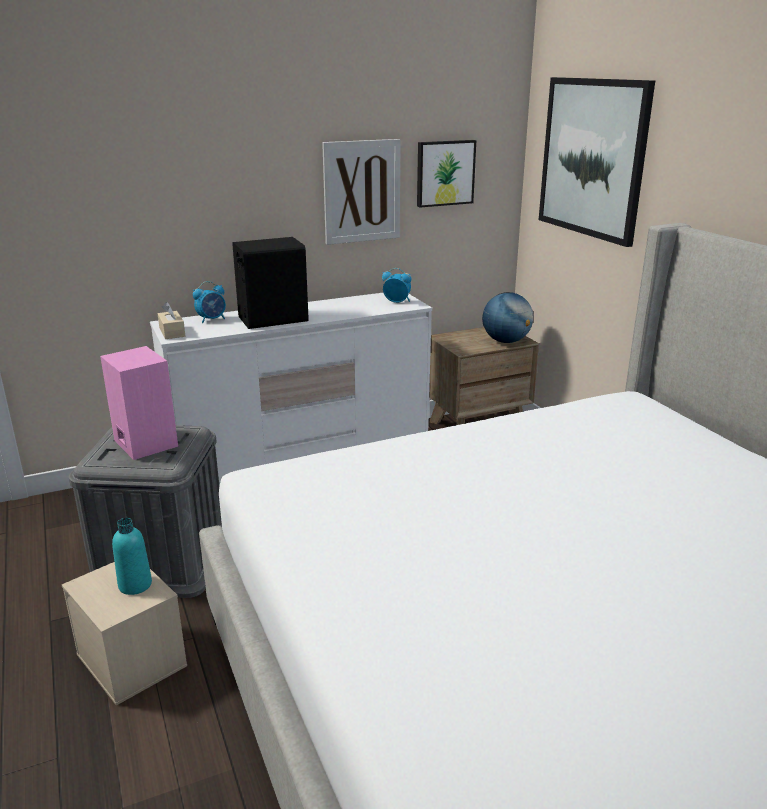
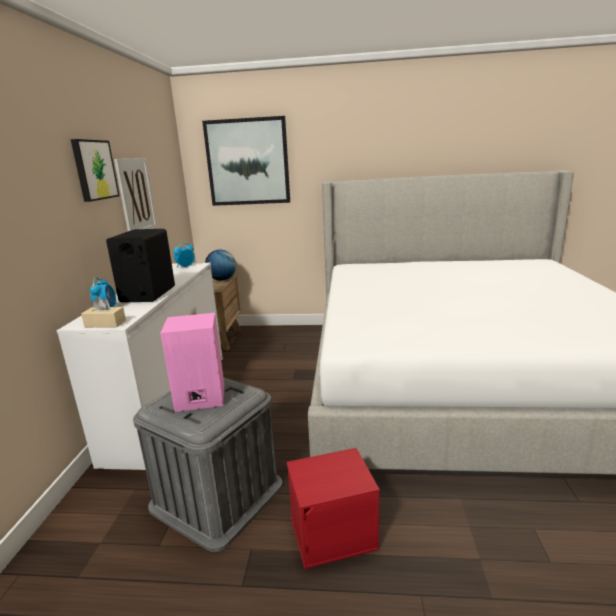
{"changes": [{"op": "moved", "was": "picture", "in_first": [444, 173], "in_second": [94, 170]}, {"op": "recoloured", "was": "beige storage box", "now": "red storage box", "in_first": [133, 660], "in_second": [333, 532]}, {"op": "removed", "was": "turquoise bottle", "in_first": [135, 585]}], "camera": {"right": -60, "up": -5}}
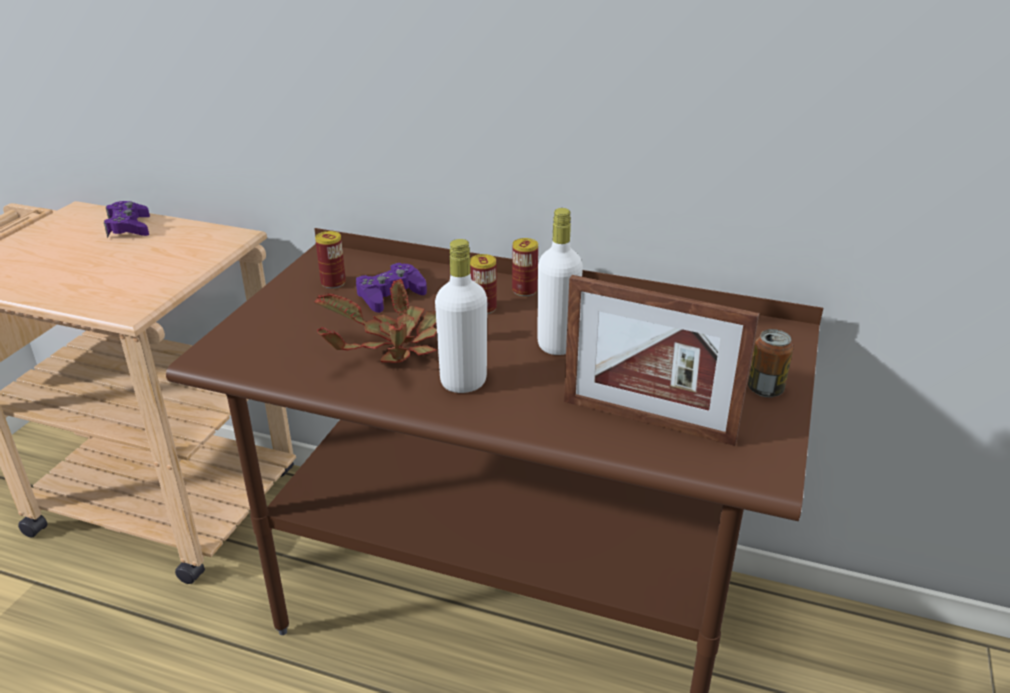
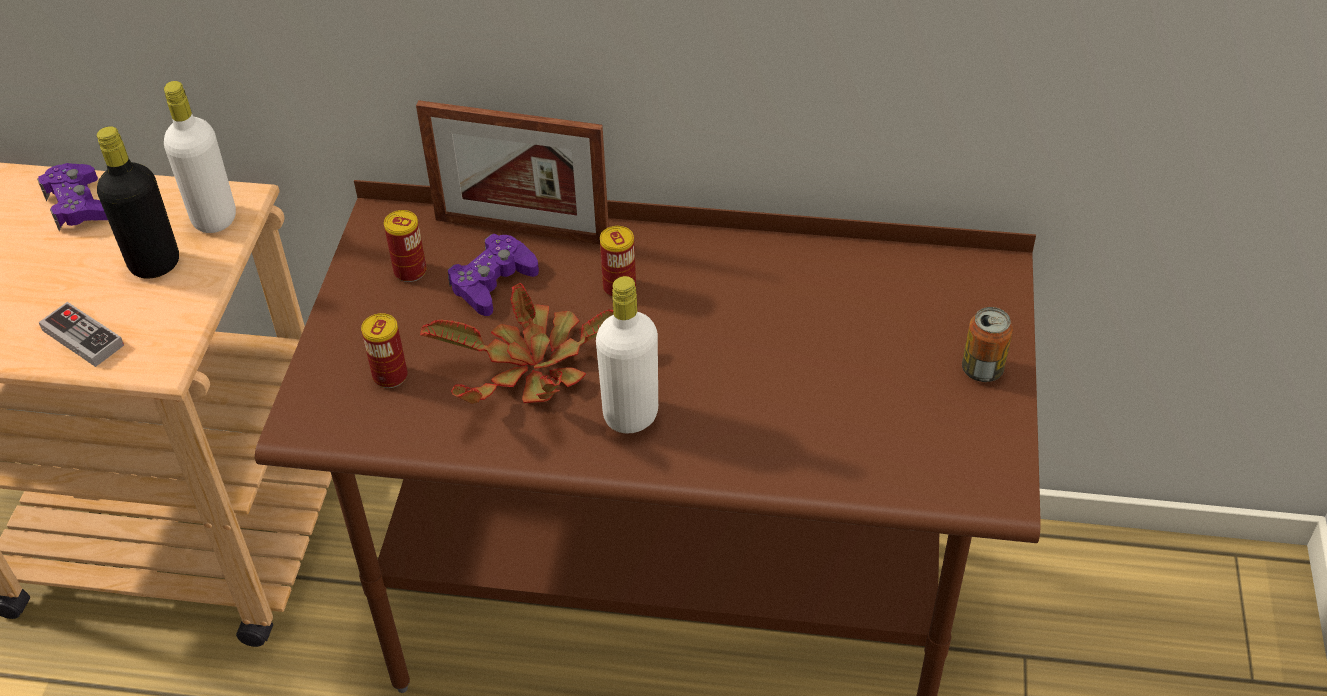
{"changes": [{"op": "added", "now": "game controller", "in_second": [83, 338]}, {"op": "added", "now": "black bottle", "in_second": [155, 264]}, {"op": "moved", "was": "white bottle", "in_first": [557, 345], "in_second": [214, 218]}, {"op": "moved", "was": "can", "in_first": [524, 290], "in_second": [390, 376]}, {"op": "moved", "was": "picture frame", "in_first": [647, 421], "in_second": [522, 230]}], "camera": {"right": -10, "up": 15}}
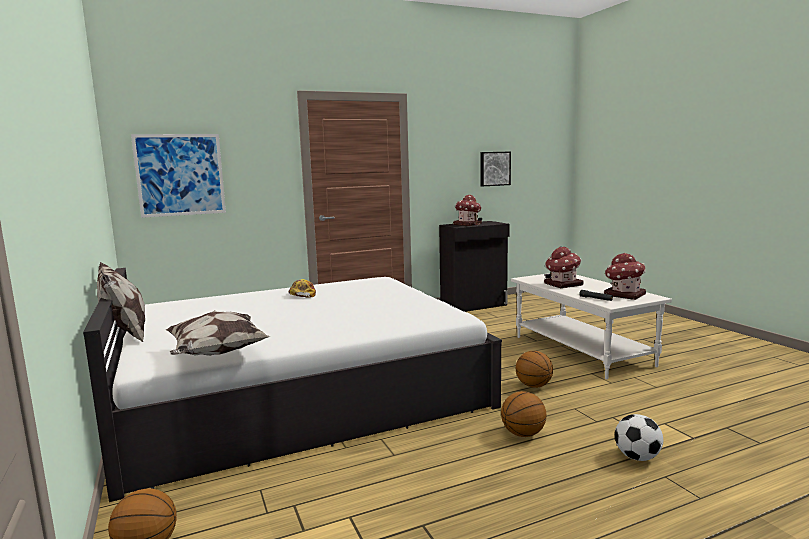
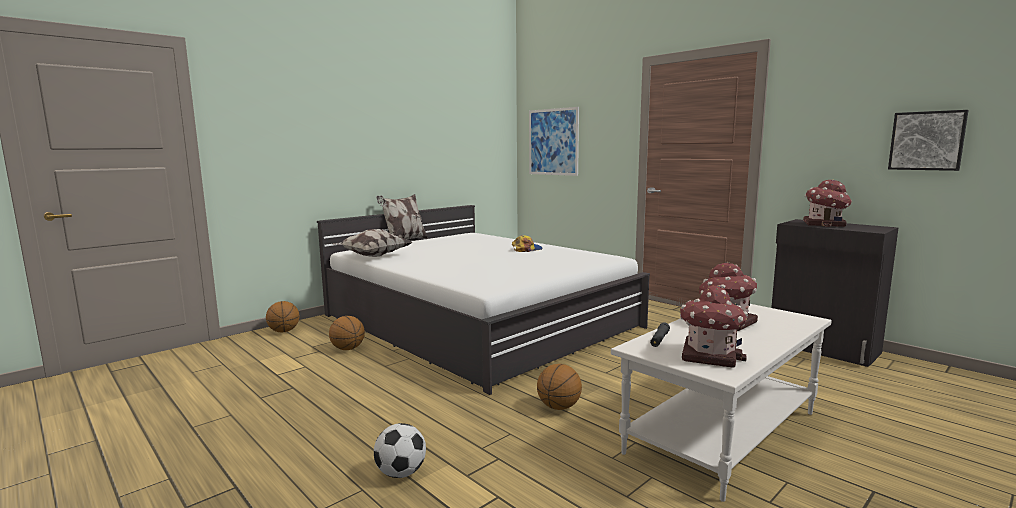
{"changes": [{"op": "moved", "was": "basketball", "in_first": [522, 434], "in_second": [348, 349]}], "camera": {"right": 70, "up": 0}}
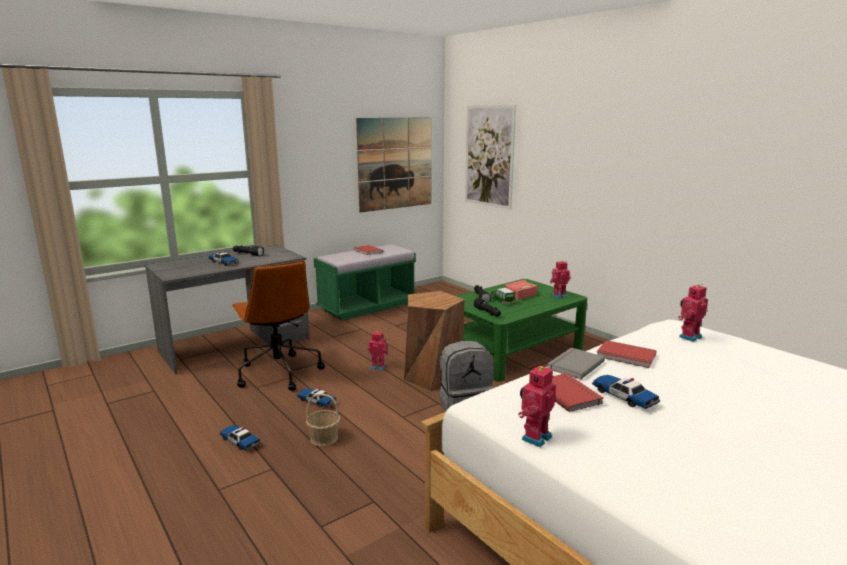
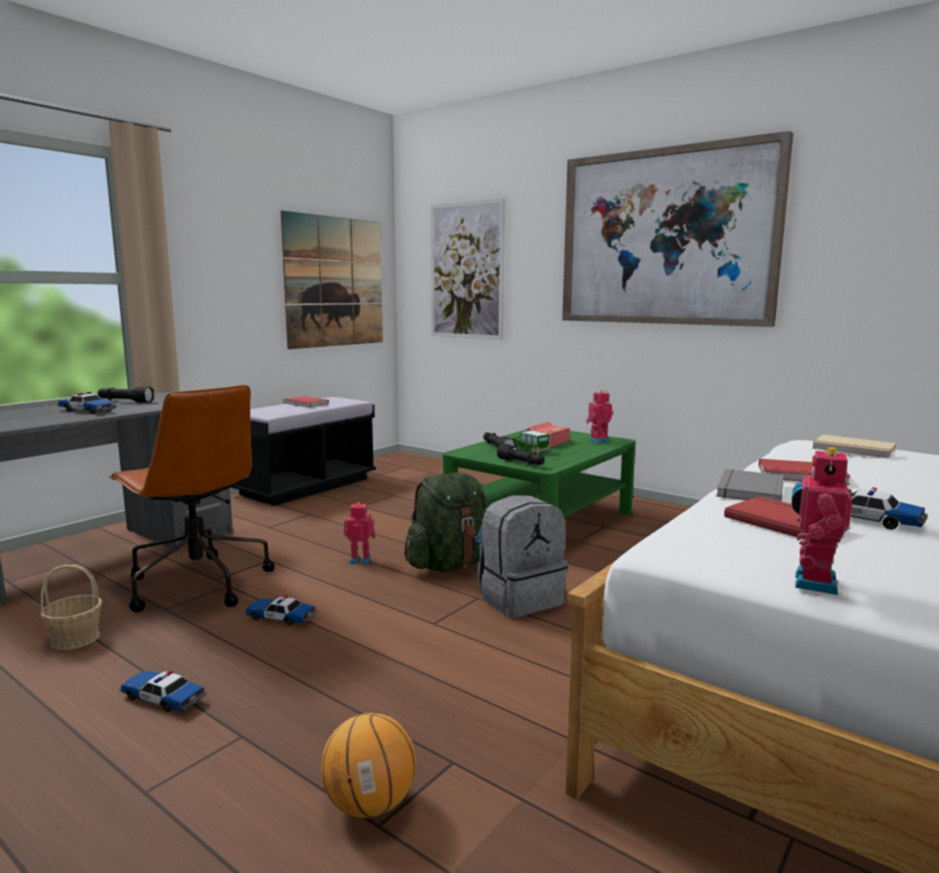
{"changes": [{"op": "moved", "was": "basket", "in_first": [324, 438], "in_second": [75, 638]}, {"op": "recoloured", "was": "green bench", "now": "black bench", "in_first": [367, 306], "in_second": [305, 486]}, {"op": "added", "now": "basketball", "in_second": [370, 804]}, {"op": "replaced", "was": "brown stool", "now": "green backpack", "in_first": [433, 377], "in_second": [450, 565]}, {"op": "added", "now": "picture", "in_second": [666, 238]}, {"op": "replaced", "was": "toy robot", "now": "beige book", "in_first": [689, 337], "in_second": [853, 450]}], "camera": {"right": -15, "up": -5}}
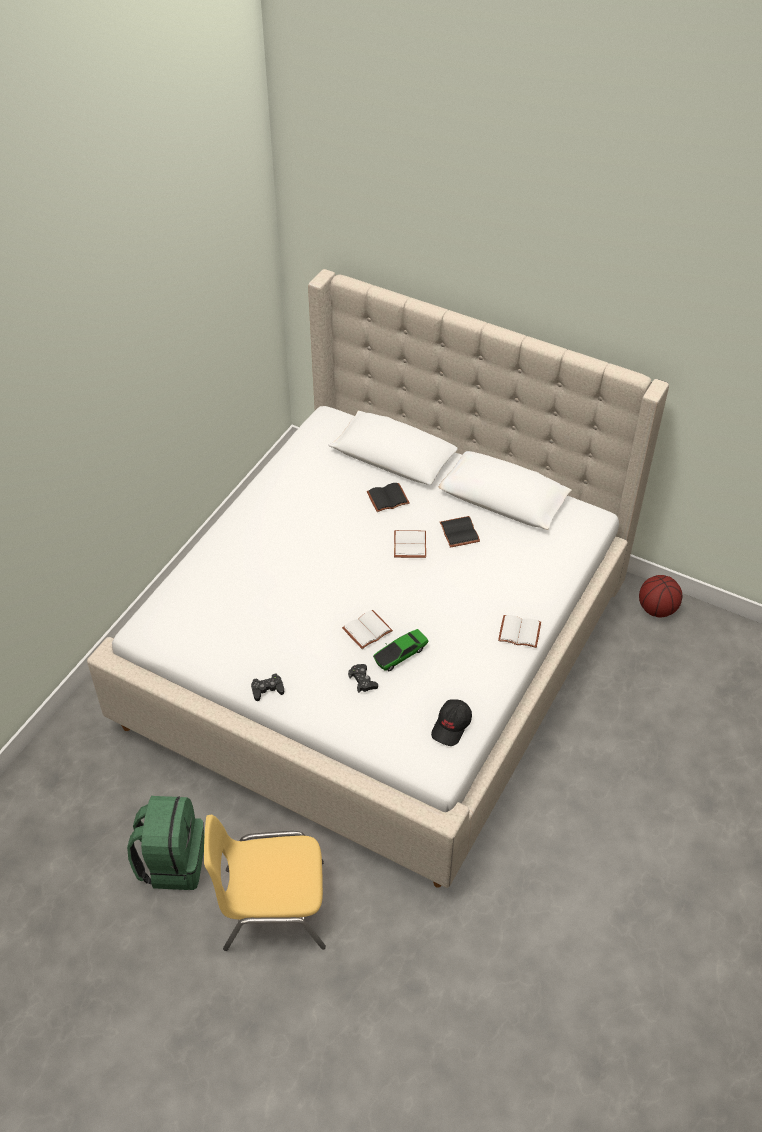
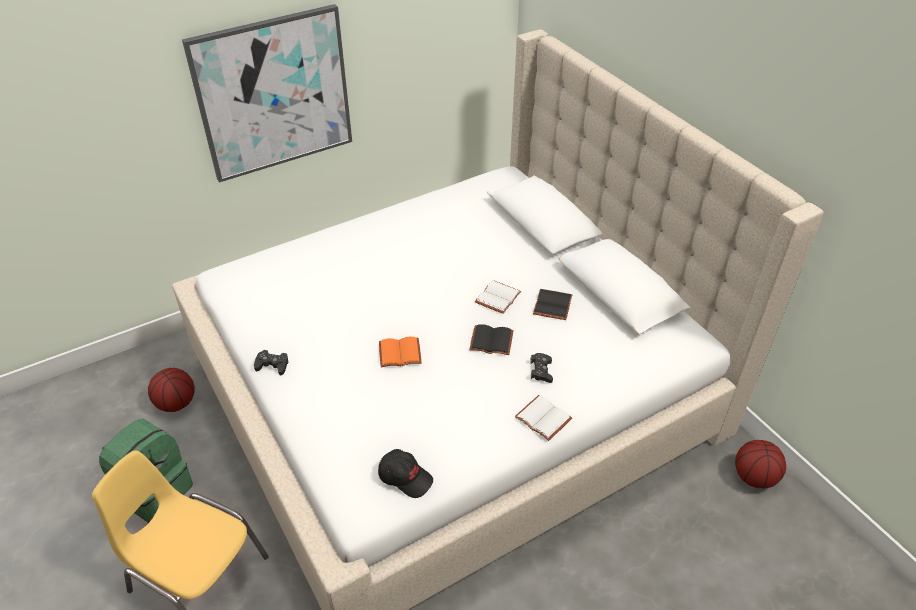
{"changes": [{"op": "added", "now": "basketball", "in_second": [176, 403]}, {"op": "added", "now": "picture", "in_second": [274, 94]}, {"op": "turned", "was": "black cap", "in_first": [452, 726], "in_second": [405, 477], "clockwise": -120}, {"op": "recoloured", "was": "white book", "now": "orange book", "in_first": [367, 631], "in_second": [399, 354]}, {"op": "moved", "was": "black book", "in_first": [387, 499], "in_second": [490, 342]}, {"op": "moved", "was": "black game controller", "in_first": [363, 681], "in_second": [541, 371]}, {"op": "removed", "was": "toy car", "in_first": [400, 654]}], "camera": {"right": 30, "up": -5}}
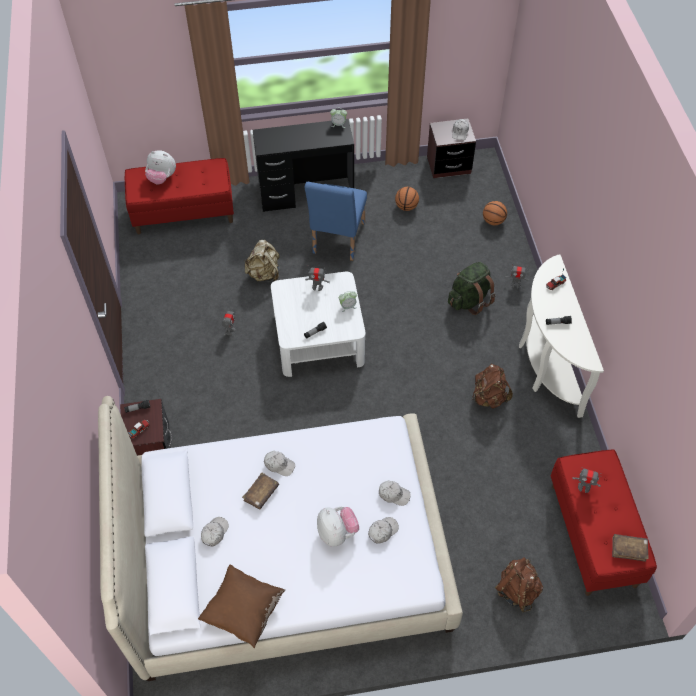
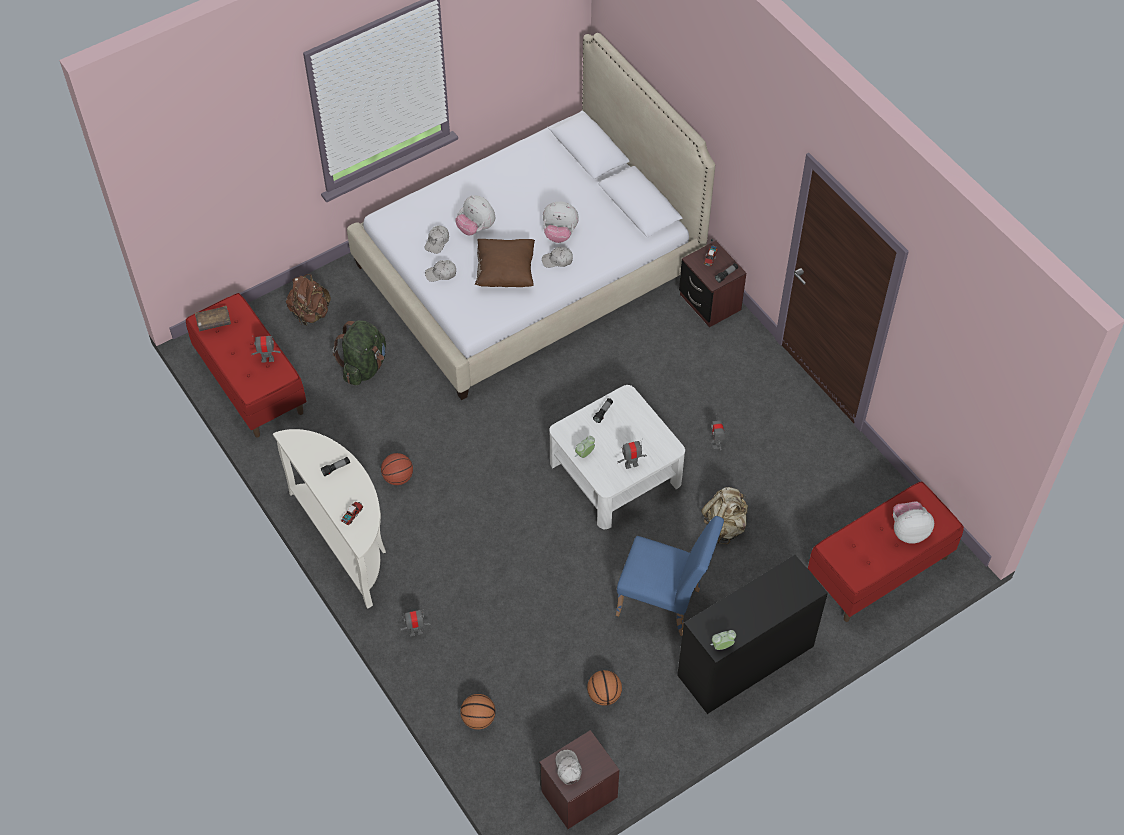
{"changes": [{"op": "moved", "was": "green backpack", "in_first": [469, 300], "in_second": [364, 366]}, {"op": "replaced", "was": "brown backpack", "now": "basketball", "in_first": [489, 397], "in_second": [398, 477]}, {"op": "moved", "was": "brown pillow", "in_first": [243, 611], "in_second": [505, 273]}, {"op": "replaced", "was": "brown book", "now": "plush toy", "in_first": [261, 493], "in_second": [559, 234]}, {"op": "turned", "was": "blue chair", "in_first": [337, 241], "in_second": [664, 604], "clockwise": 120}, {"op": "removed", "was": "white cap", "in_first": [214, 533]}], "camera": {"right": 155, "up": 0}}
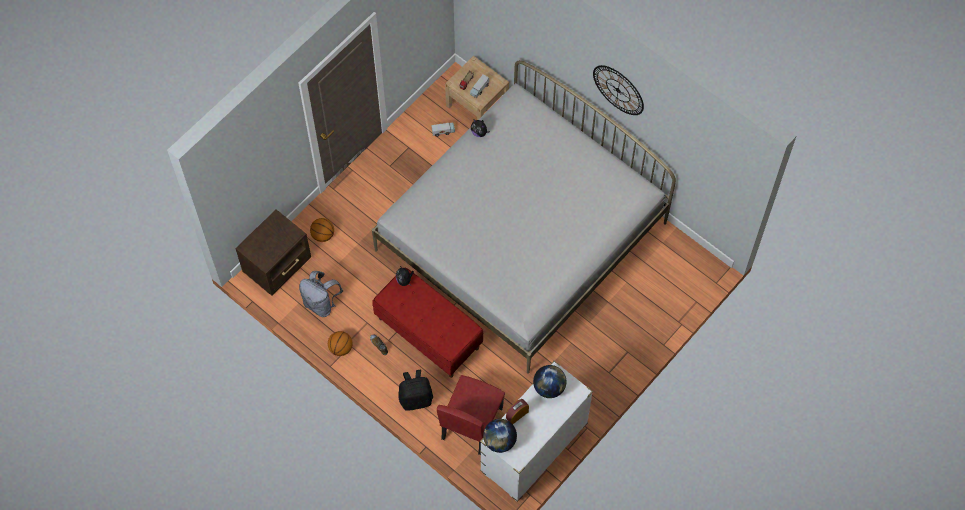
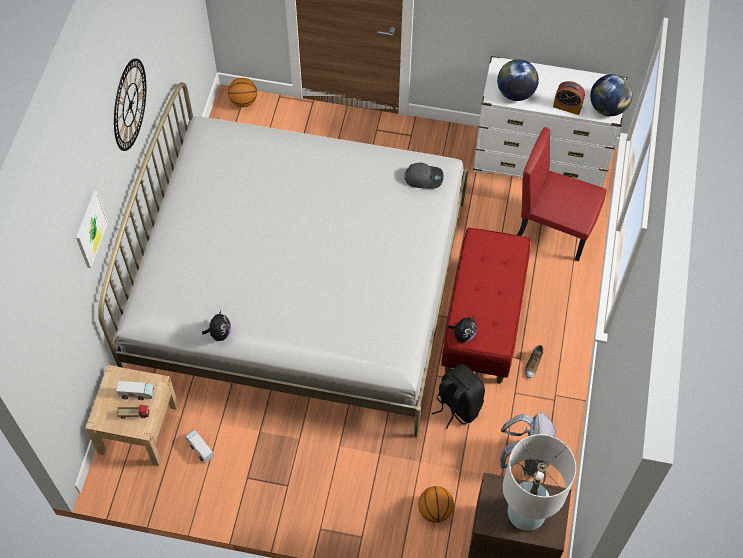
{"changes": [{"op": "added", "now": "picture", "in_second": [90, 229]}, {"op": "moved", "was": "basketball", "in_first": [341, 348], "in_second": [243, 101]}, {"op": "added", "now": "grey cap", "in_second": [424, 178]}, {"op": "moved", "was": "black backpack", "in_first": [416, 398], "in_second": [457, 406]}, {"op": "added", "now": "white table lamp", "in_second": [526, 512]}, {"op": "turned", "was": "red chair", "in_first": [471, 423], "in_second": [555, 228], "clockwise": -150}], "camera": {"right": -120, "up": -5}}
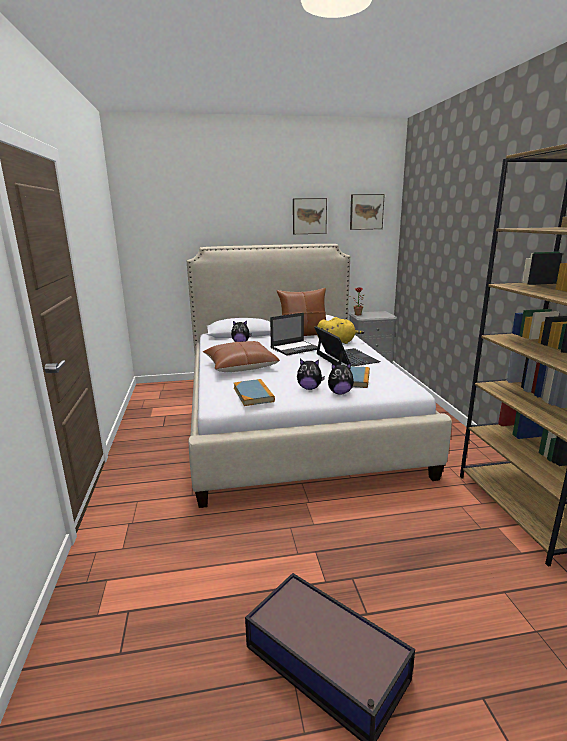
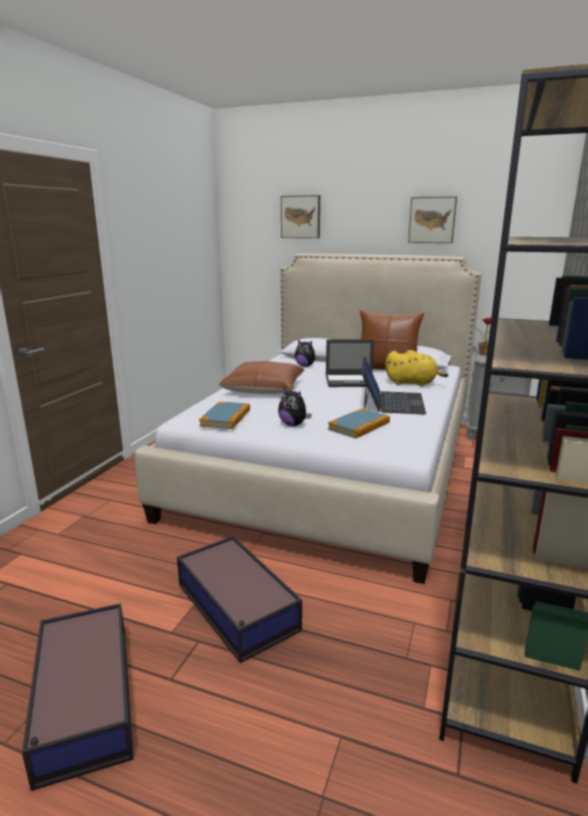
{"changes": [{"op": "added", "now": "storage box", "in_second": [237, 608]}, {"op": "moved", "was": "picture", "in_first": [366, 212], "in_second": [301, 217]}, {"op": "removed", "was": "plush toy", "in_first": [340, 393]}], "camera": {"right": 30, "up": 0}}
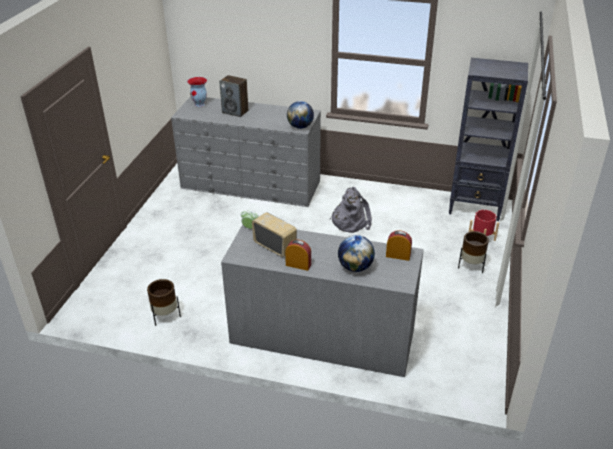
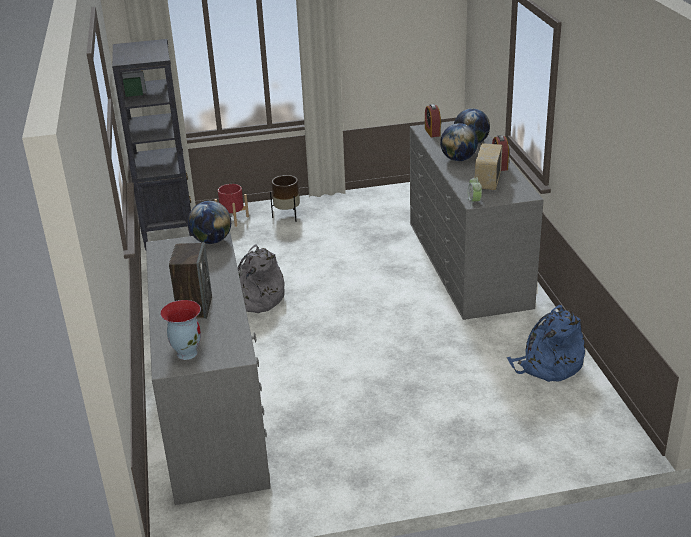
{"changes": [{"op": "added", "now": "globe", "in_second": [458, 159]}, {"op": "replaced", "was": "brown planter", "now": "blue backpack", "in_first": [165, 317], "in_second": [548, 365]}], "camera": {"right": -115, "up": -5}}
